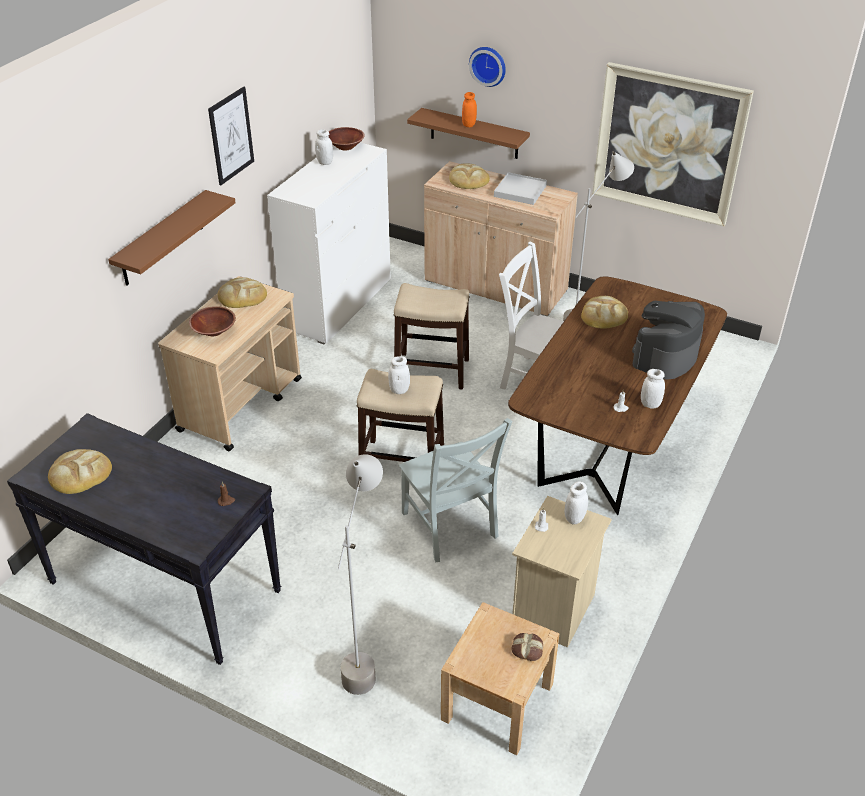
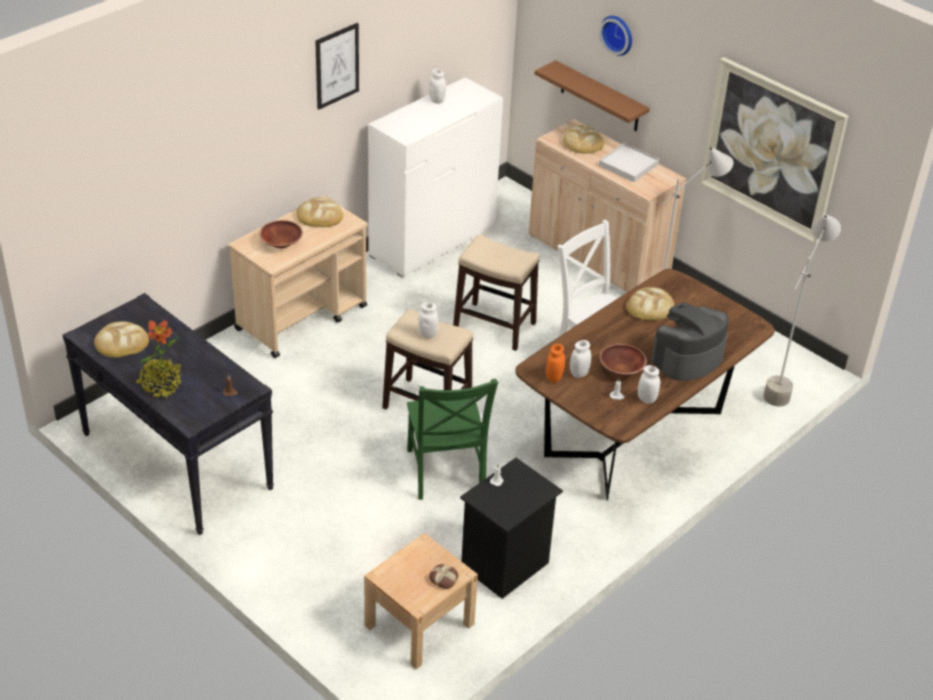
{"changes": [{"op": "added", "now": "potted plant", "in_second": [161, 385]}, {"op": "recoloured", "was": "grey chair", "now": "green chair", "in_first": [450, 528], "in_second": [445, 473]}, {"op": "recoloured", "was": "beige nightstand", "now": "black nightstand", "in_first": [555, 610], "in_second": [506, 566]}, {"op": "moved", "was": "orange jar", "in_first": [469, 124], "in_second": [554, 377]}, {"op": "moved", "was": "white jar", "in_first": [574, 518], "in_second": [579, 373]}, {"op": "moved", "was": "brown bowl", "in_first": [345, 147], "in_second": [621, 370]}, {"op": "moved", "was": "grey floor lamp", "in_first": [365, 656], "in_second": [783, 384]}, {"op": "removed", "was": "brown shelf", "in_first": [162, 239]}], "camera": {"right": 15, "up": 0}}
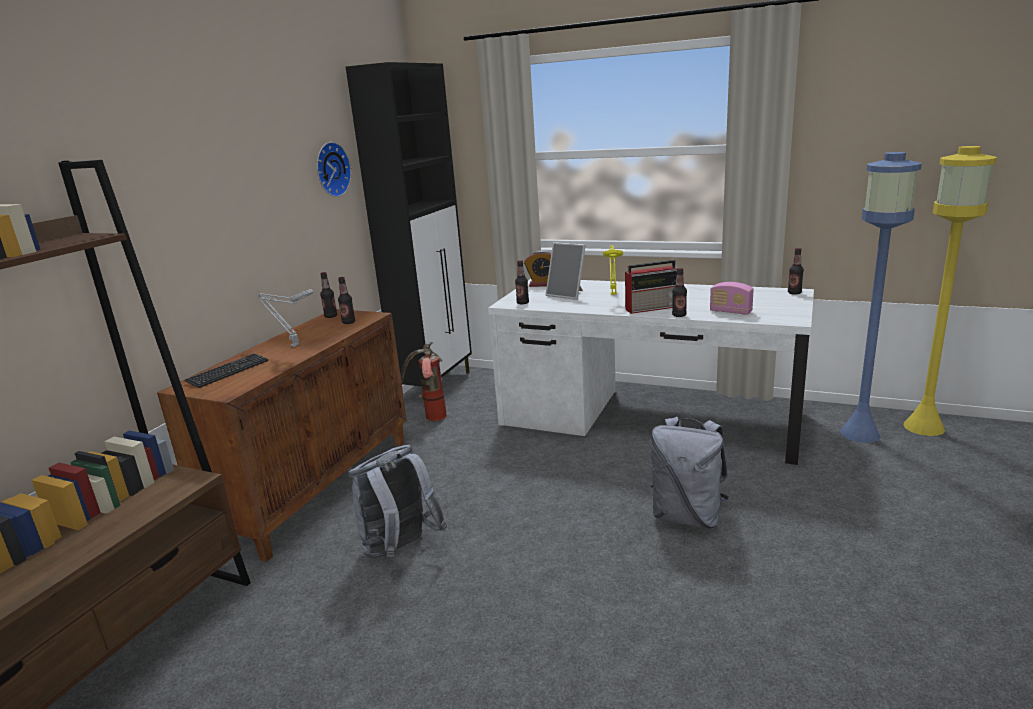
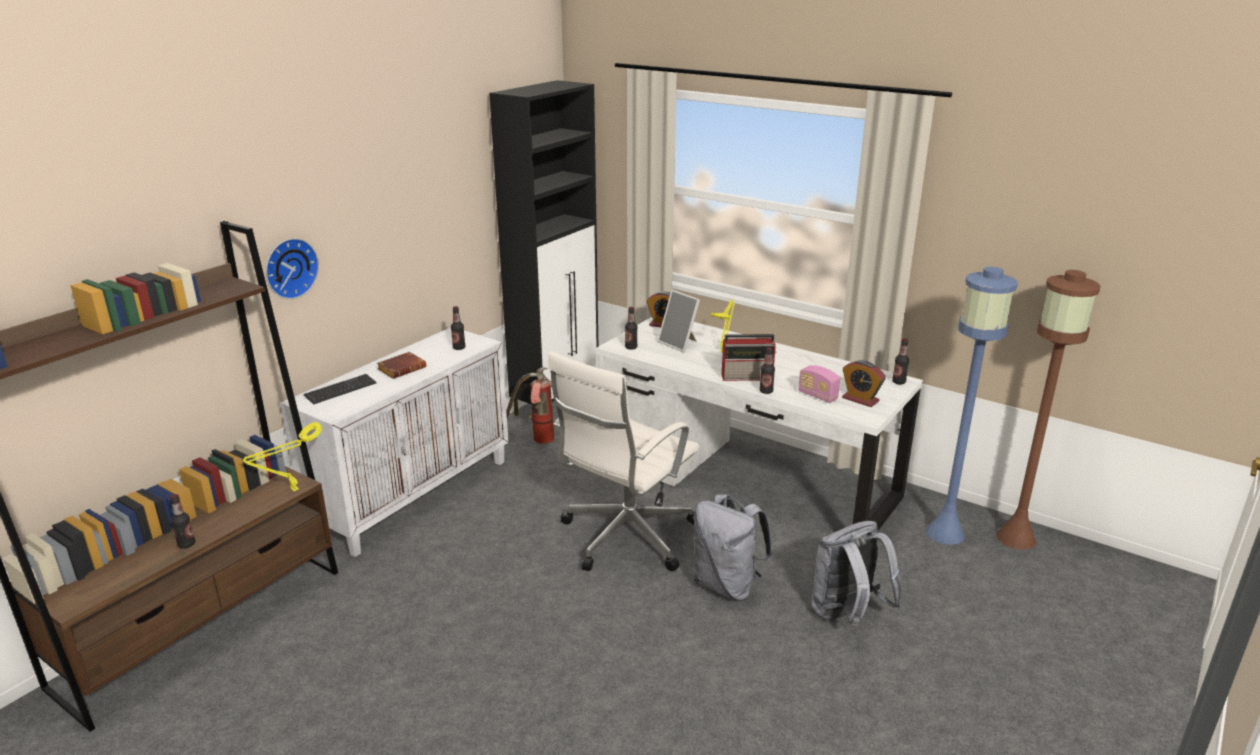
{"changes": [{"op": "moved", "was": "bottle", "in_first": [331, 316], "in_second": [186, 544]}, {"op": "added", "now": "yellow table lamp", "in_second": [292, 490]}, {"op": "moved", "was": "wall clock", "in_first": [330, 169], "in_second": [289, 267]}, {"op": "recoloured", "was": "brown cabinet", "now": "white cabinet", "in_first": [318, 487], "in_second": [414, 495]}, {"op": "replaced", "was": "grey table lamp", "now": "brown book", "in_first": [293, 345], "in_second": [402, 368]}, {"op": "added", "now": "white office chair", "in_second": [625, 537]}, {"op": "moved", "was": "grey backpack", "in_first": [400, 550], "in_second": [847, 616]}, {"op": "added", "now": "alarm clock", "in_second": [860, 399]}, {"op": "recoloured", "was": "yellow floor lamp", "now": "brown floor lamp", "in_first": [924, 427], "in_second": [1016, 538]}], "camera": {"right": 10, "up": 5}}
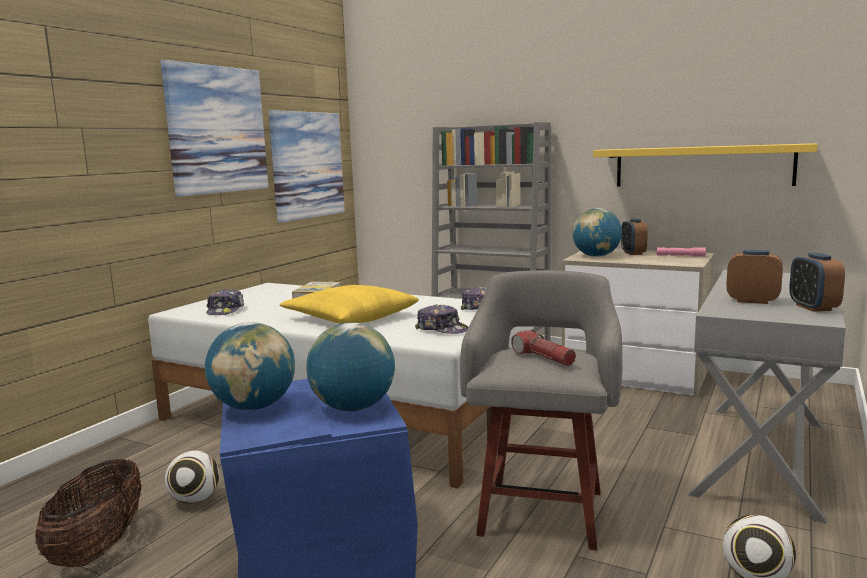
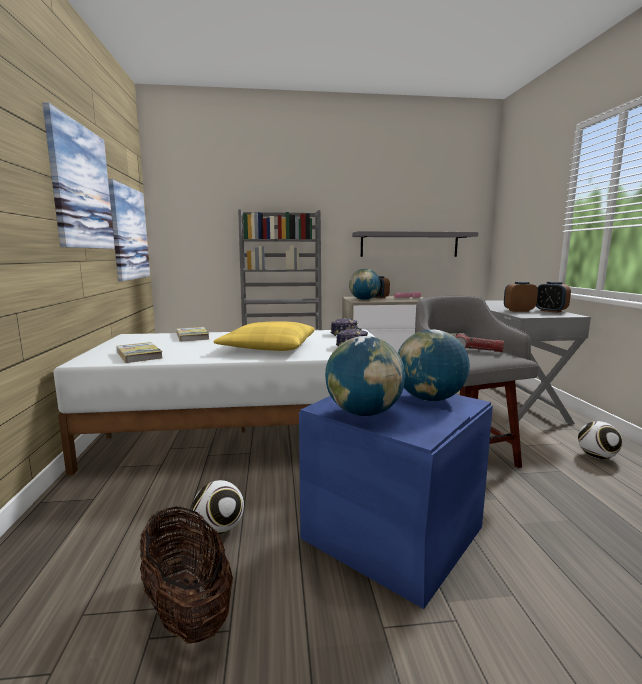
{"changes": [{"op": "replaced", "was": "cap", "now": "book", "in_first": [226, 310], "in_second": [139, 355]}, {"op": "recoloured", "was": "yellow shelf", "now": "grey shelf", "in_first": [702, 166], "in_second": [409, 244]}], "camera": {"right": -35, "up": 0}}
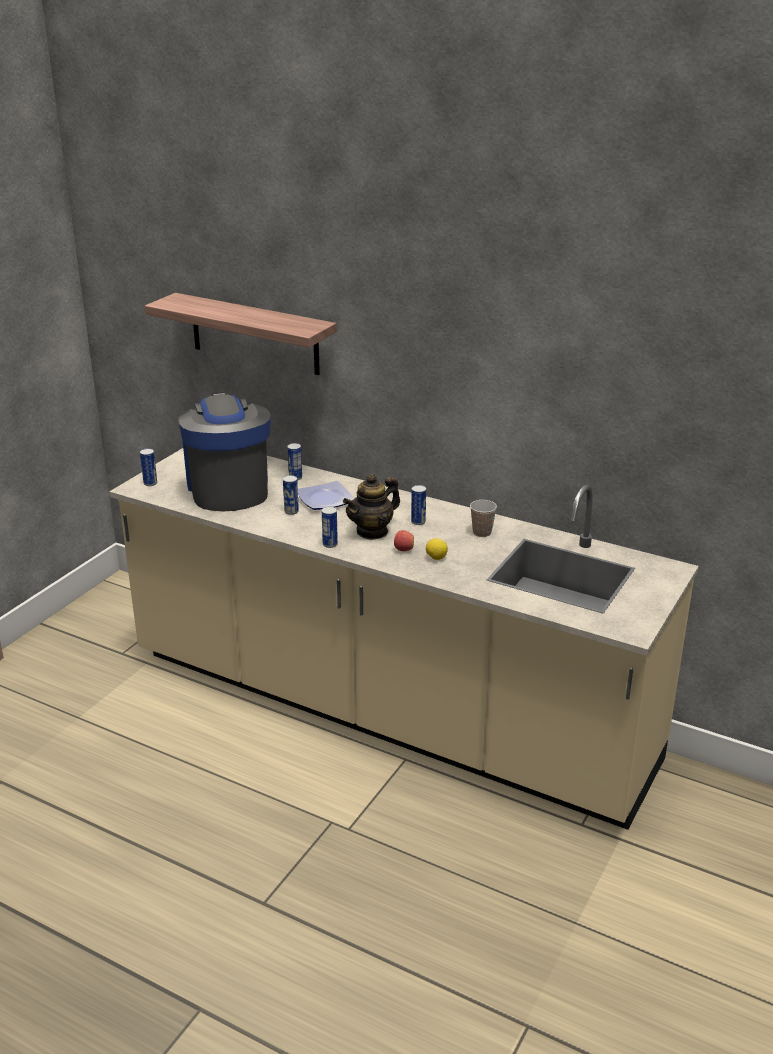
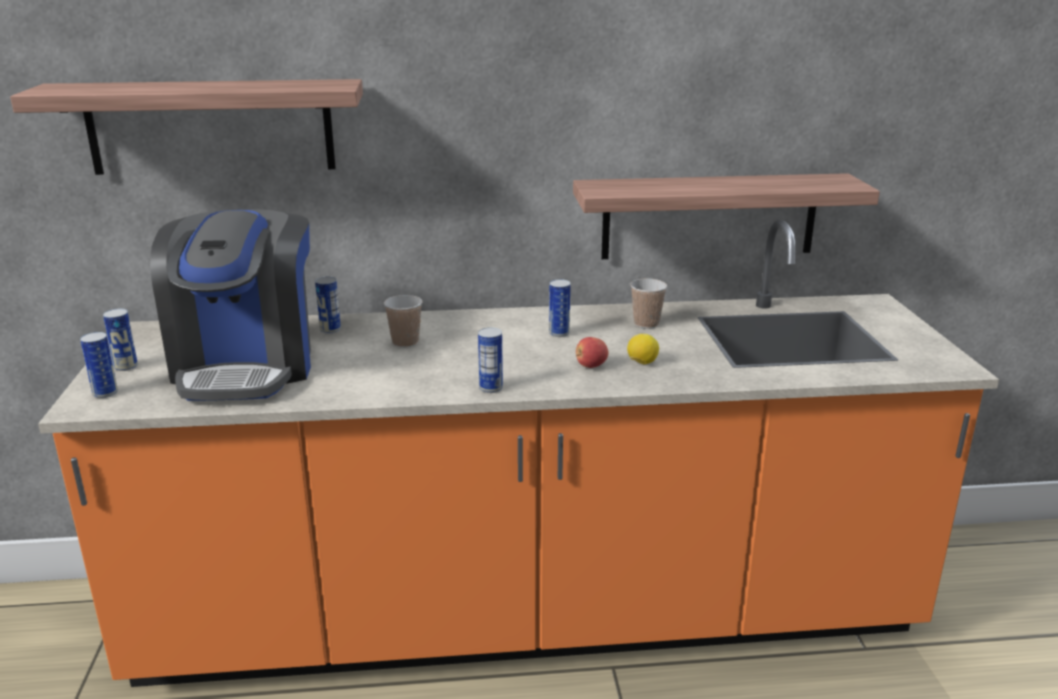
{"changes": [{"op": "recoloured", "was": "beige counter", "now": "orange counter", "in_first": [386, 711], "in_second": [529, 618]}, {"op": "moved", "was": "can", "in_first": [291, 511], "in_second": [126, 366]}, {"op": "turned", "was": "coffee machine", "in_first": [228, 488], "in_second": [247, 366], "clockwise": -135}, {"op": "replaced", "was": "plate", "now": "cup", "in_first": [324, 499], "in_second": [405, 342]}, {"op": "added", "now": "shelf", "in_second": [709, 216]}, {"op": "removed", "was": "teapot", "in_first": [372, 531]}], "camera": {"right": -35, "up": -5}}
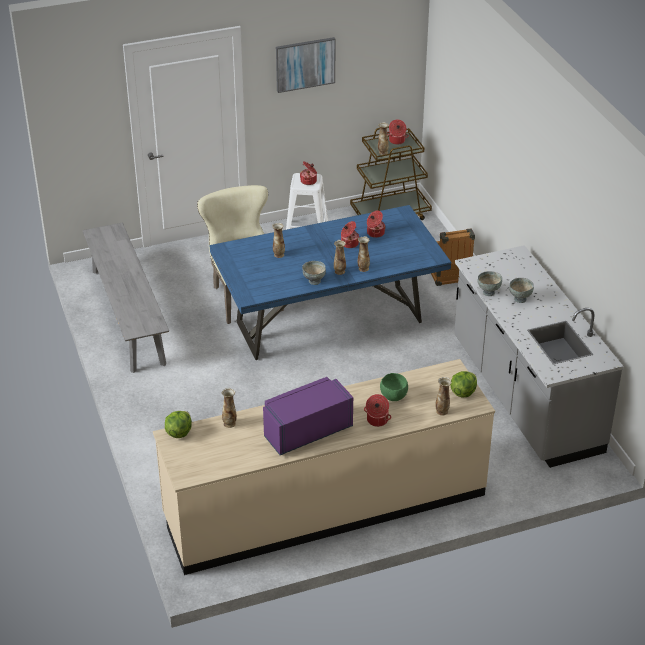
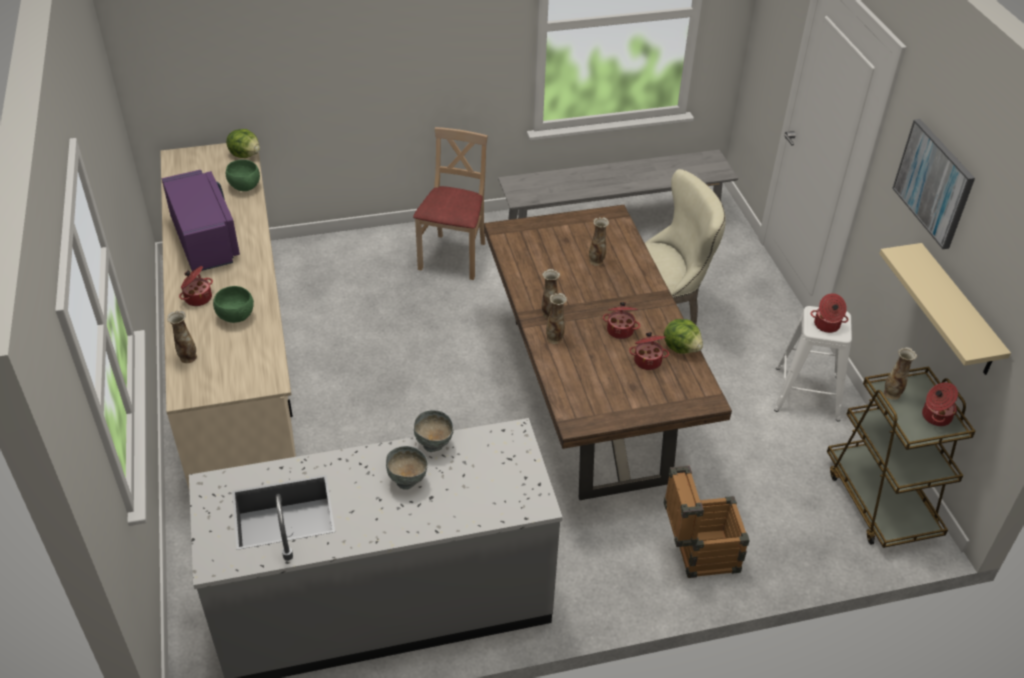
{"changes": [{"op": "replaced", "was": "vase", "now": "green bowl", "in_first": [229, 423], "in_second": [244, 187]}, {"op": "added", "now": "beige chair", "in_second": [454, 256]}, {"op": "recoloured", "was": "blue dining table", "now": "brown dining table", "in_first": [329, 322], "in_second": [589, 398]}, {"op": "moved", "was": "lettuce", "in_first": [463, 392], "in_second": [681, 347]}, {"op": "added", "now": "beige shelf", "in_second": [957, 311]}, {"op": "removed", "was": "grey bowl", "in_first": [314, 281]}], "camera": {"right": 95, "up": 5}}
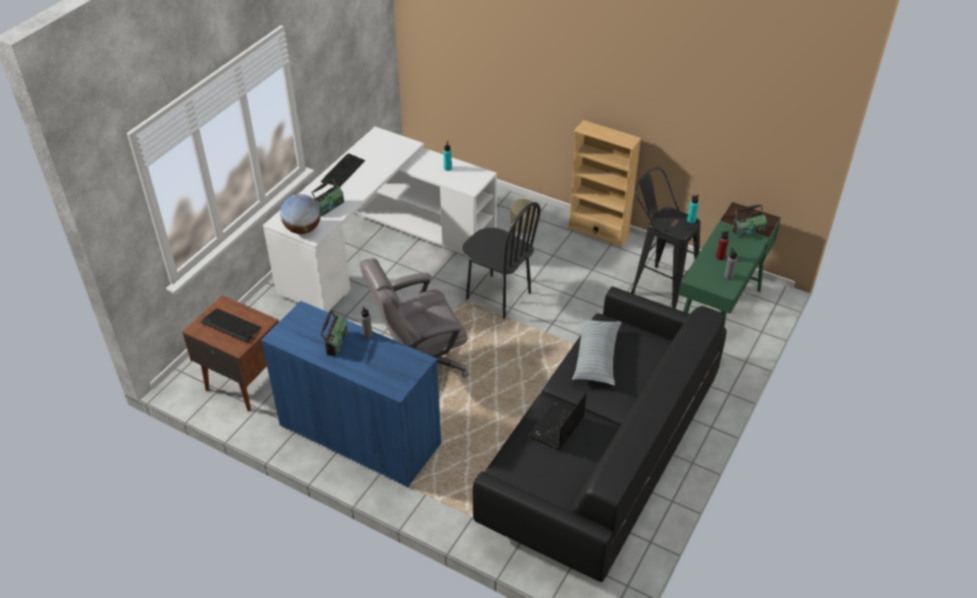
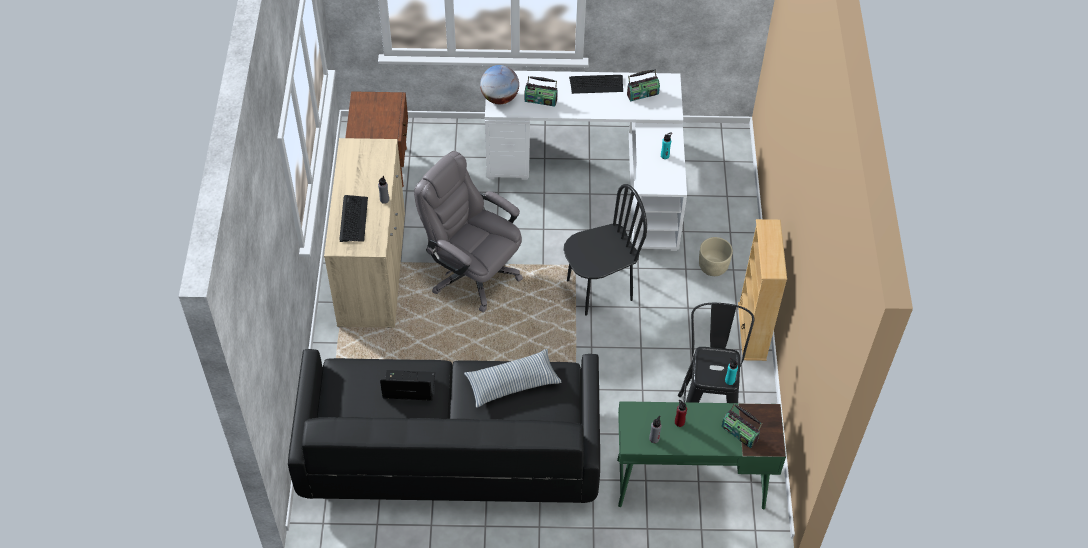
{"changes": [{"op": "recoloured", "was": "blue cabinet", "now": "beige cabinet", "in_first": [360, 435], "in_second": [372, 269]}, {"op": "moved", "was": "keyboard", "in_first": [231, 326], "in_second": [353, 219]}, {"op": "turned", "was": "black chair", "in_first": [498, 296], "in_second": [599, 289], "clockwise": -120}, {"op": "moved", "was": "radio", "in_first": [335, 342], "in_second": [642, 94]}], "camera": {"right": 60, "up": 10}}
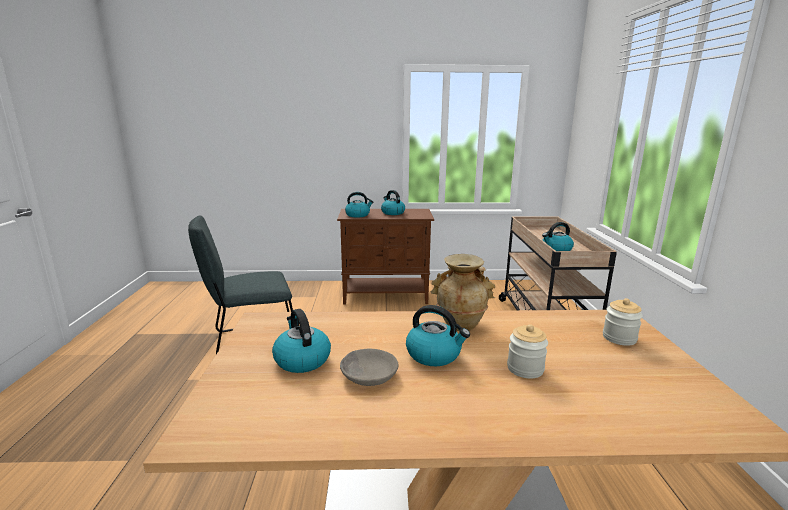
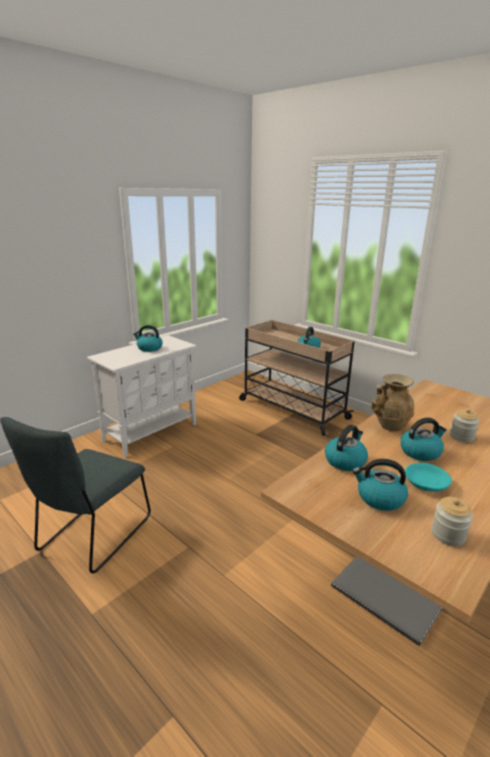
{"changes": [{"op": "recoloured", "was": "brown cabinet", "now": "white cabinet", "in_first": [386, 296], "in_second": [151, 432]}, {"op": "moved", "was": "kettle", "in_first": [358, 215], "in_second": [345, 461]}, {"op": "recoloured", "was": "grey bowl", "now": "turquoise bowl", "in_first": [368, 375], "in_second": [425, 483]}, {"op": "moved", "was": "jar", "in_first": [619, 338], "in_second": [448, 534]}], "camera": {"right": -45, "up": 5}}
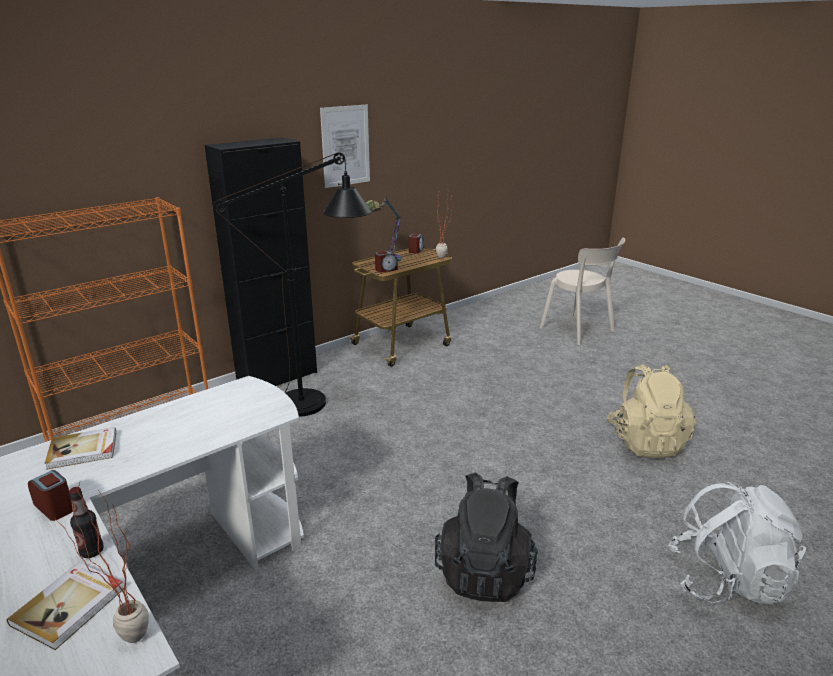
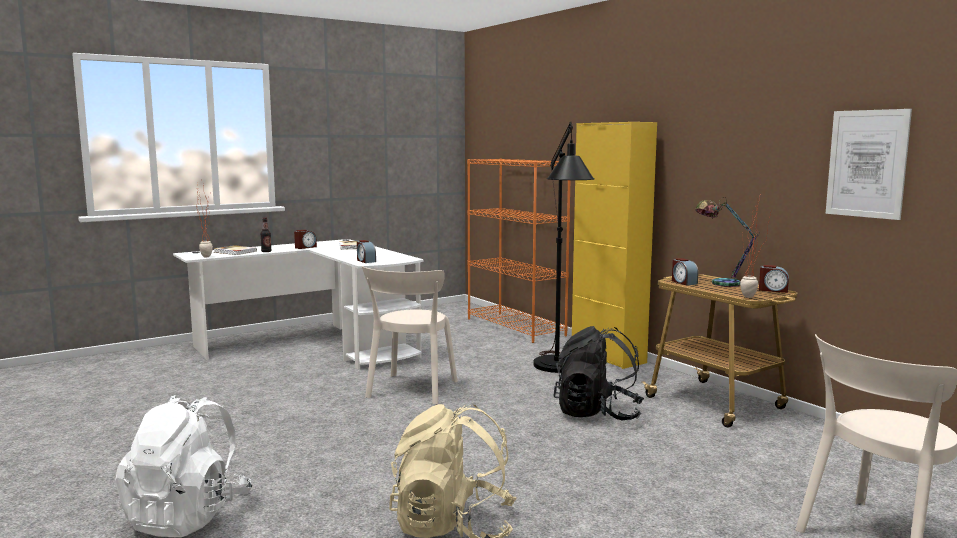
{"changes": [{"op": "added", "now": "alarm clock", "in_second": [366, 261]}, {"op": "added", "now": "beige chair", "in_second": [411, 391]}, {"op": "moved", "was": "black backpack", "in_first": [485, 571], "in_second": [597, 414]}, {"op": "recoloured", "was": "black cabinet", "now": "yellow cabinet", "in_first": [277, 377], "in_second": [608, 356]}, {"op": "moved", "was": "picture", "in_first": [345, 146], "in_second": [867, 163]}], "camera": {"right": 95, "up": -15}}
